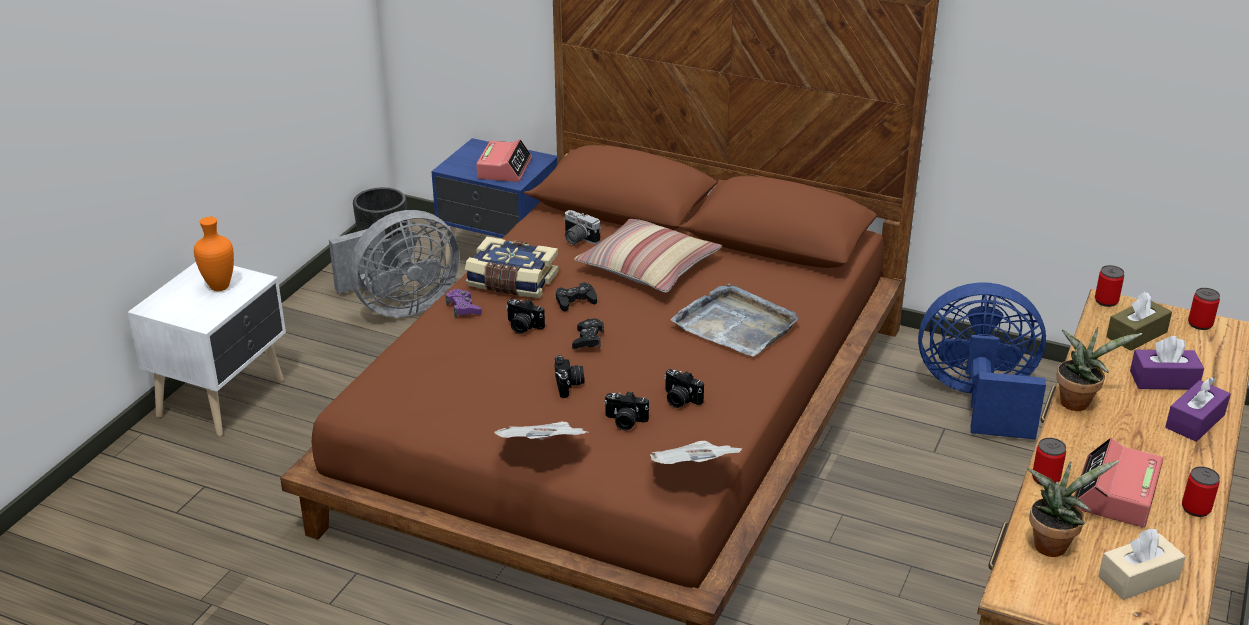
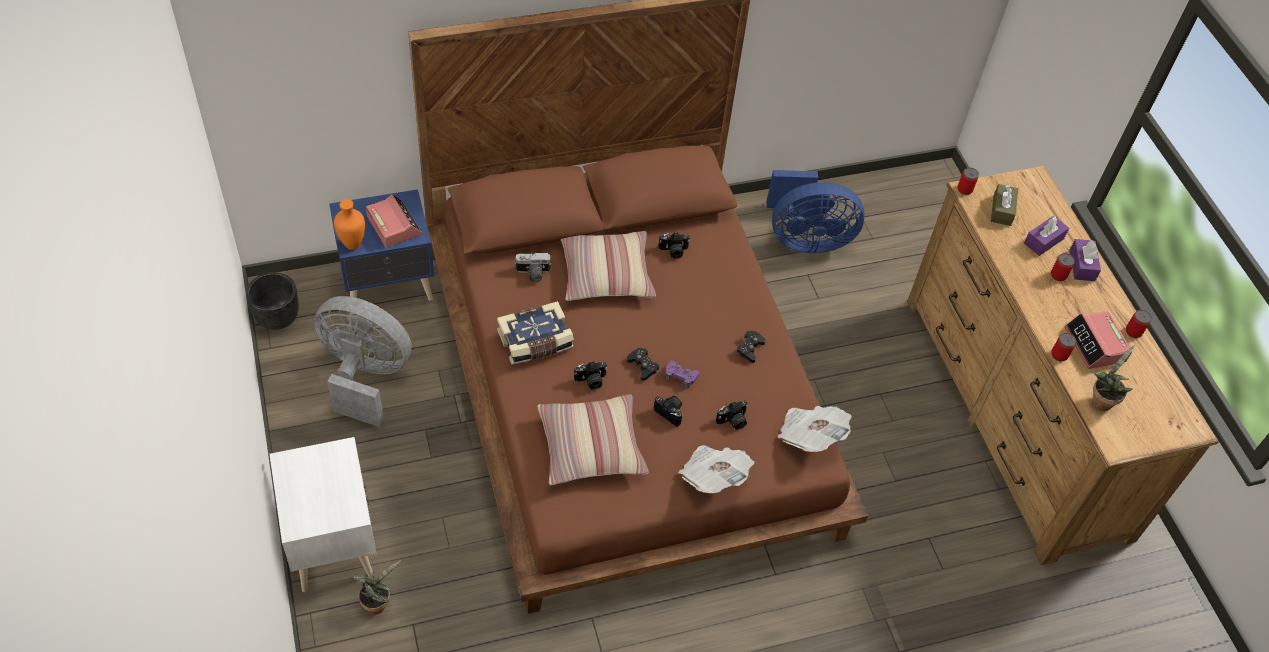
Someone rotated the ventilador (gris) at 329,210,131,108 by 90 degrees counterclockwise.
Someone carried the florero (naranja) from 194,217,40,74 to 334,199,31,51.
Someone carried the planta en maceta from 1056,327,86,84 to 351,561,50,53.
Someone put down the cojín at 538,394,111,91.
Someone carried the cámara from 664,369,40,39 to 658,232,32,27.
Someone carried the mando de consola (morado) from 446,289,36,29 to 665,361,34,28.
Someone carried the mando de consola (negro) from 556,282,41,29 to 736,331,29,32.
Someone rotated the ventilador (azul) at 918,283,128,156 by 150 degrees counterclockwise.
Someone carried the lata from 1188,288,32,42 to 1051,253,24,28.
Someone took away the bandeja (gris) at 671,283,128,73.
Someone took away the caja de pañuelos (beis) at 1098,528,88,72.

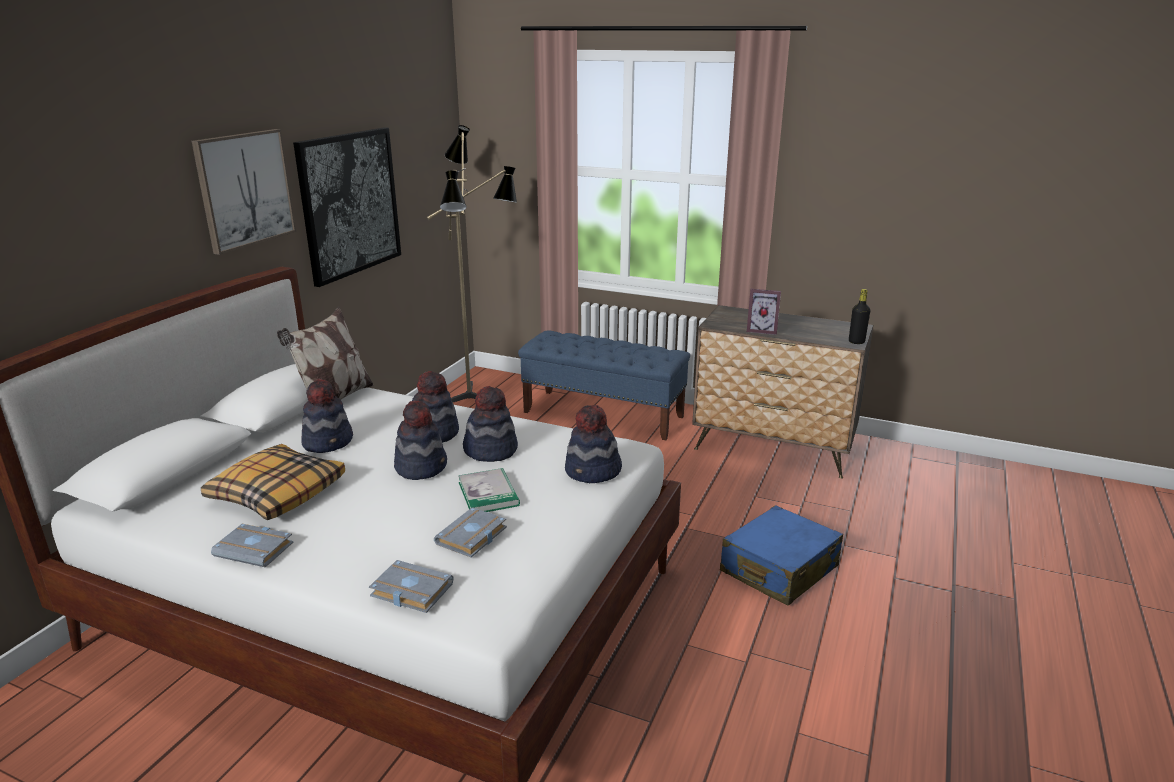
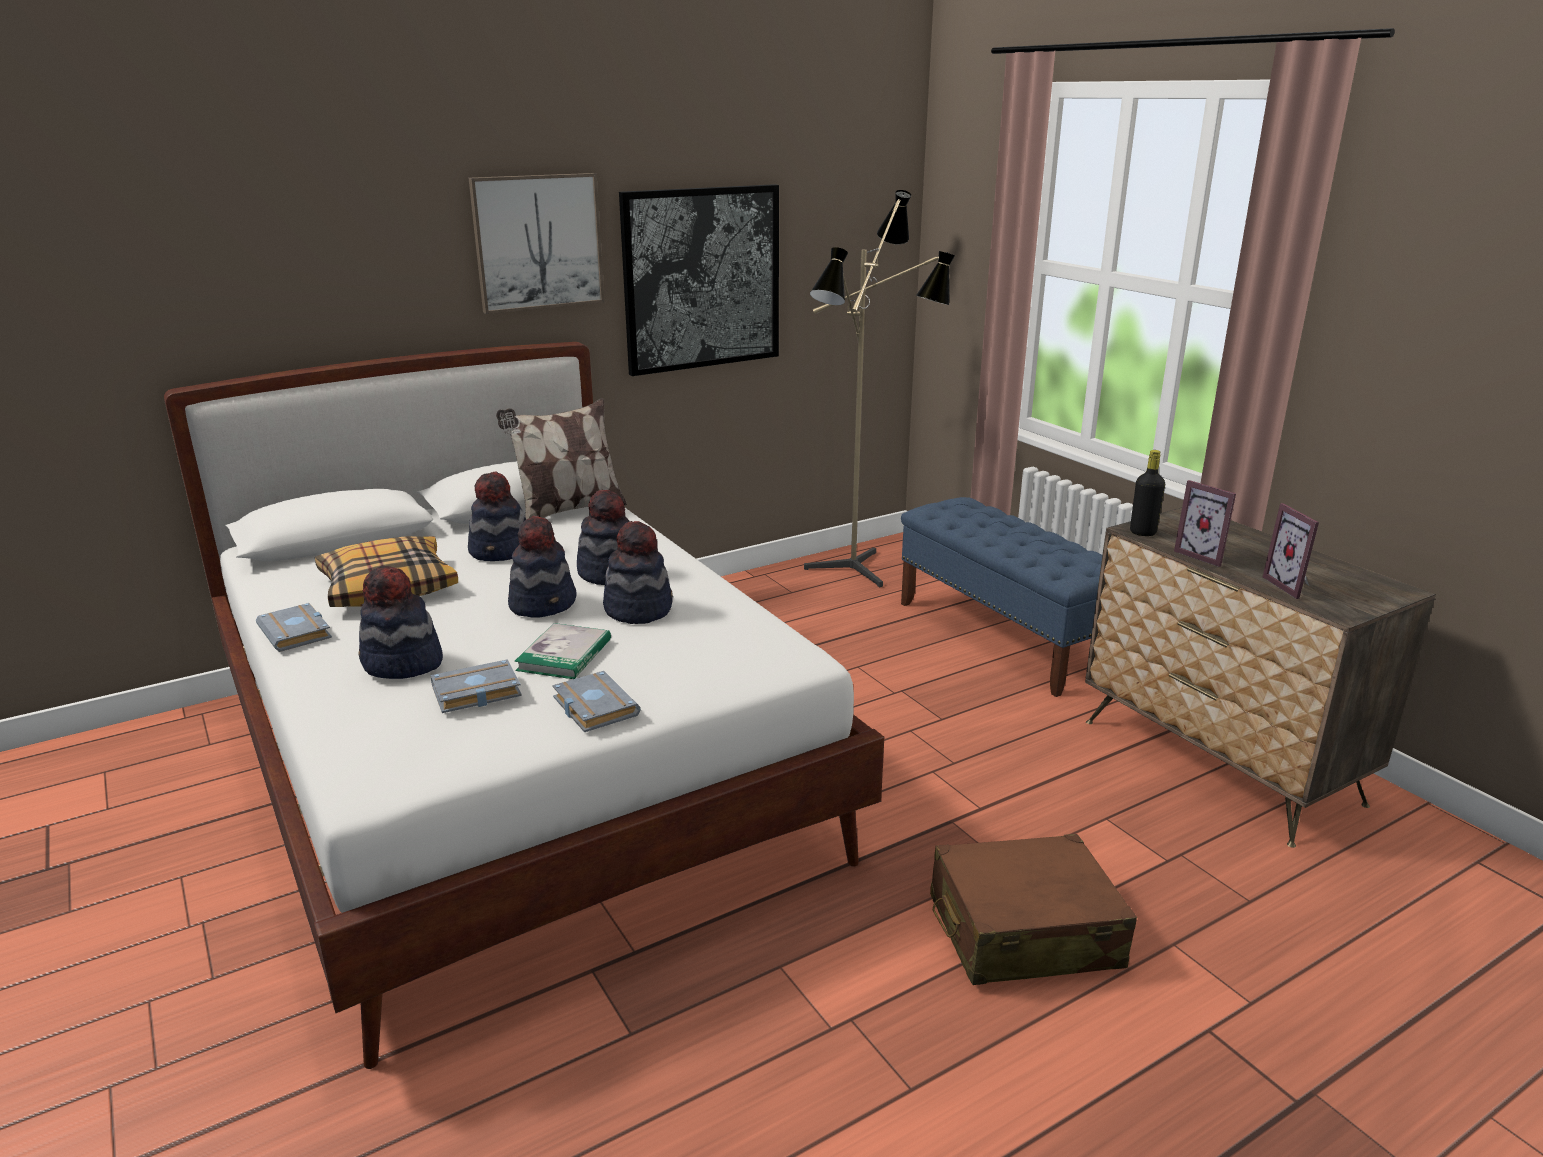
Someone carried the sombrero from 565,405,57,78 to 358,566,85,113.
Someone carried the libro (gris) from 369,560,85,53 to 552,671,89,61.
Someone repainted the maleta (azul) at 720,505,123,101, which became the maleta (marrón) at 930,834,207,151.
Someone carried the botella (negro) from 849,289,21,55 to 1130,450,35,86.
Someone put down the portarretratos at 1263,503,56,96.

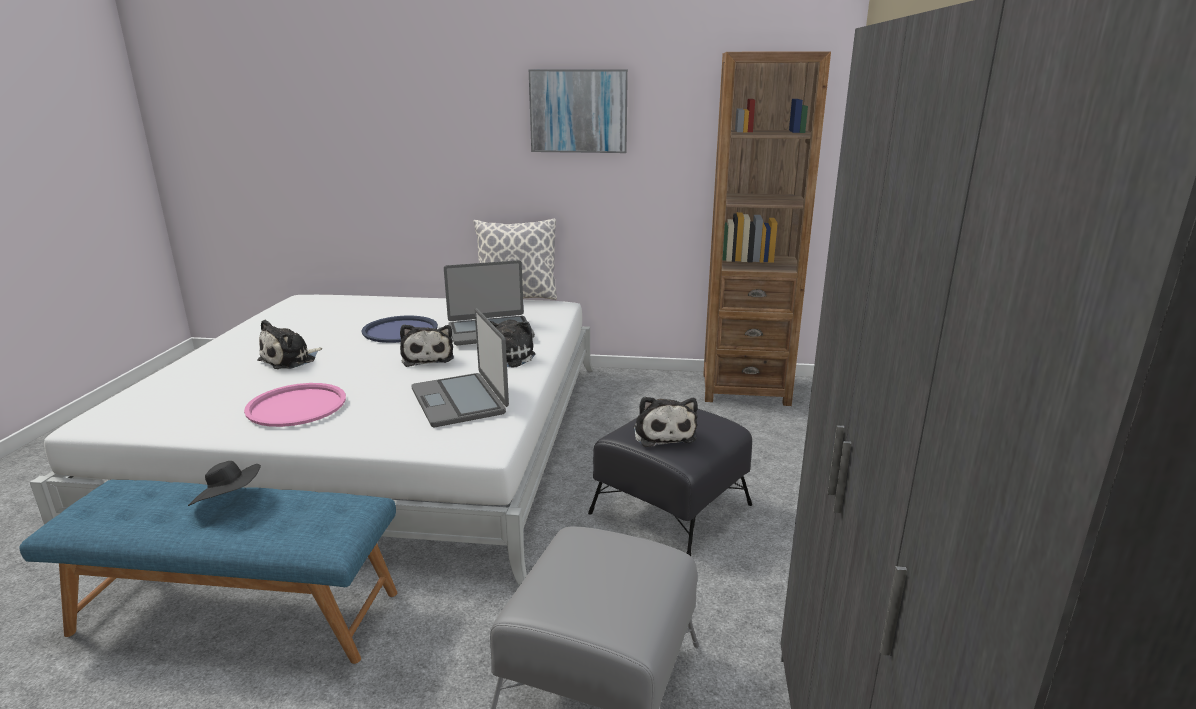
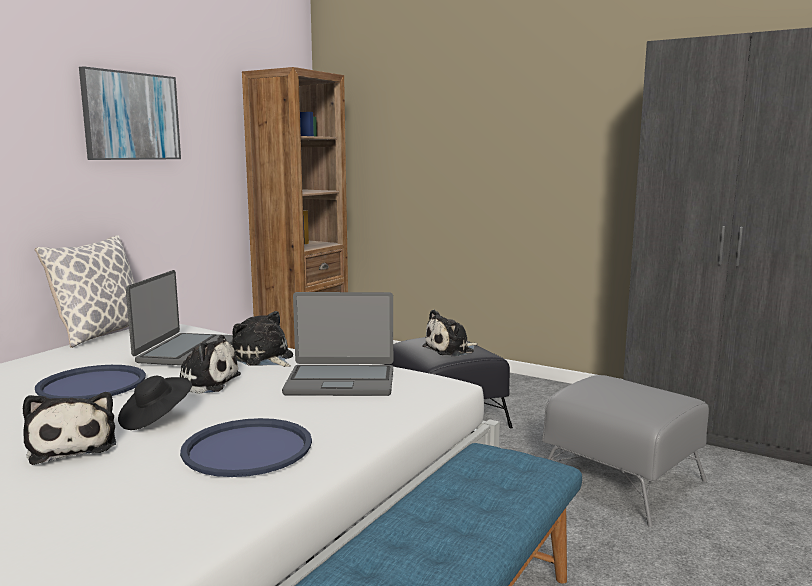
Someone carried the sombrero (negro) from 188,461,73,45 to 118,376,74,54.
Someone repainted the bandeja (rosa) at 244,383,102,44, which became the bandeja (azul) at 180,418,132,59.
Someone rotated the peluche at 633,397,65,50 by 135 degrees clockwise.

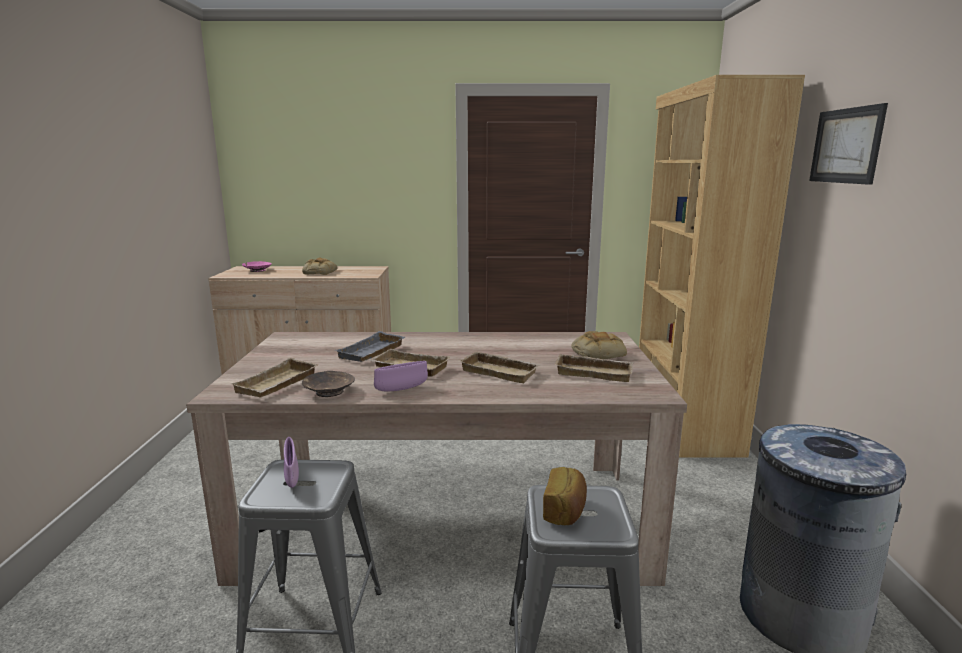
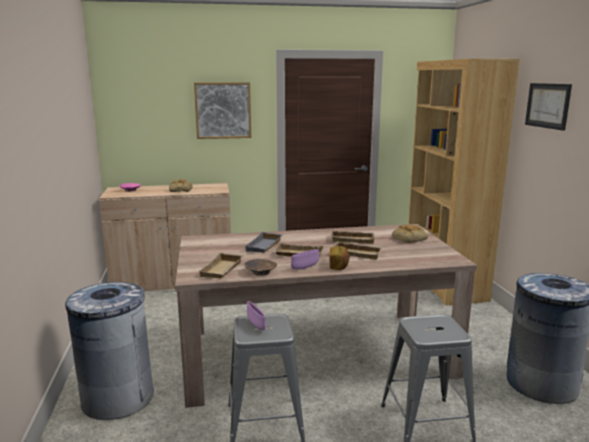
Someone put down the papelera (gris) at 65,282,89,138.
Someone put up the cuadro at 194,82,57,57.
Someone carried the pan from 543,467,44,58 to 330,246,19,24.
Someone carried the bandeja (beis) from 554,354,79,28 to 331,230,44,14.

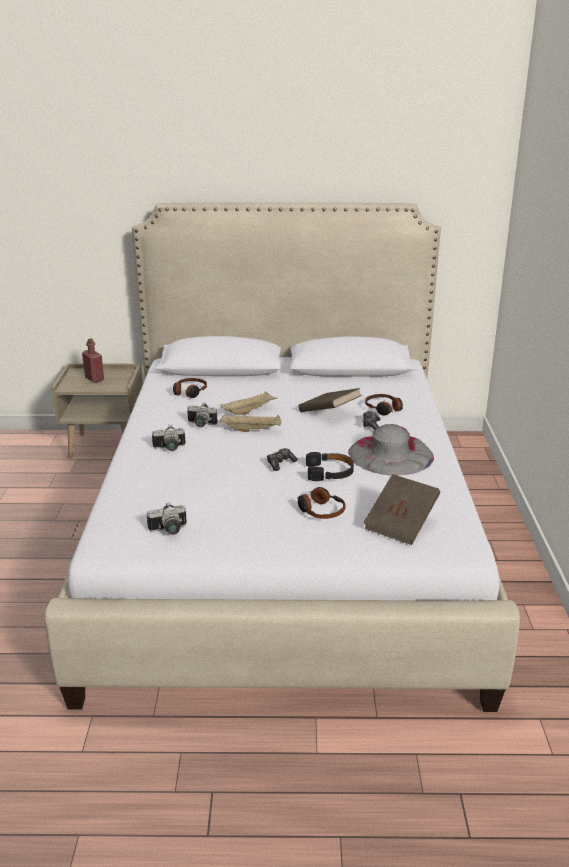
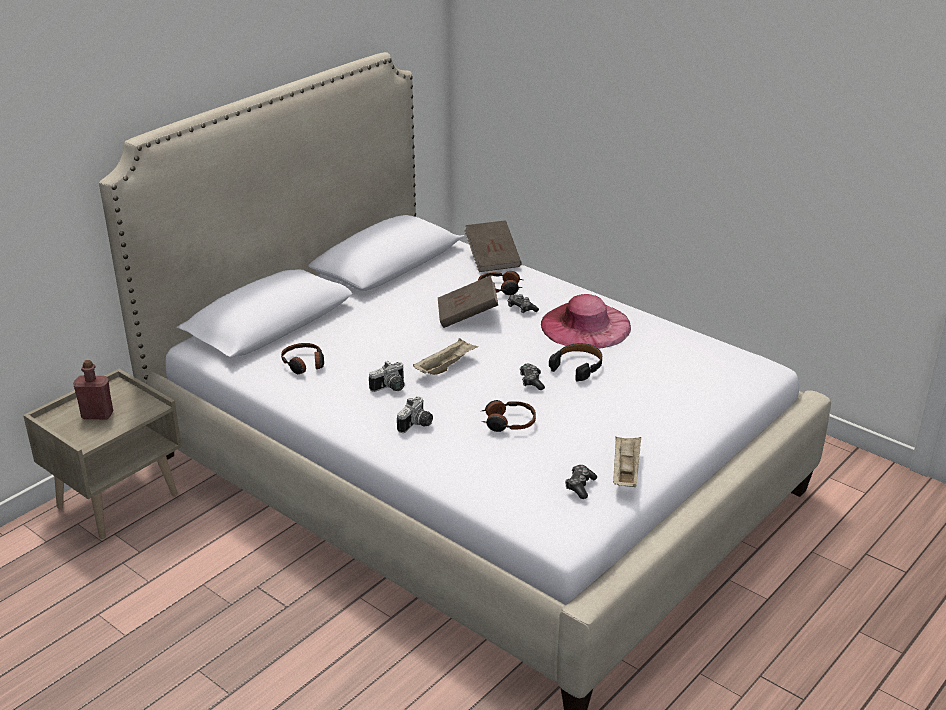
Someone carried the libro (marrón) from 363,474,77,71 to 465,220,57,52.
Someone carried the auriculares from 297,487,49,32 to 482,400,54,32.
Someone repainted the sombrero (gris) at 348,424,86,51, which became the sombrero (rosa) at 541,294,90,55.
Someone swapped the cámara at 147,502,40,33 for the mando de consola at 565,465,32,34.
Someone carried the bandeja (beis) from 220,391,58,24 to 613,437,28,50.

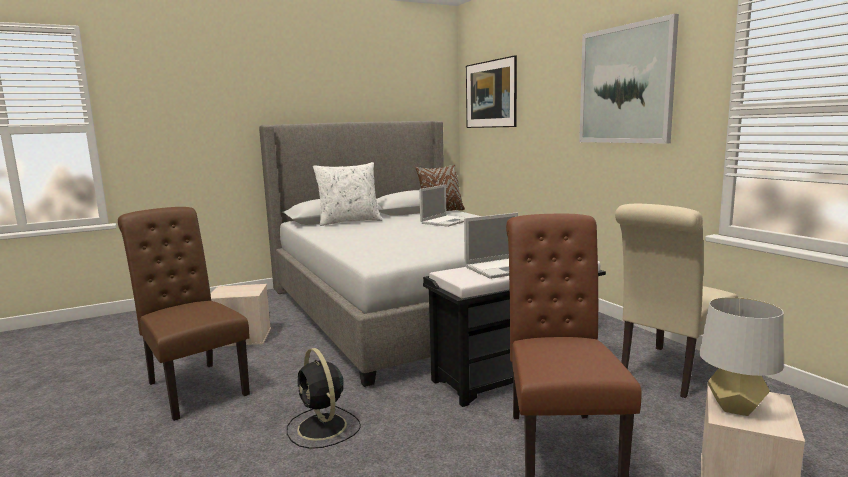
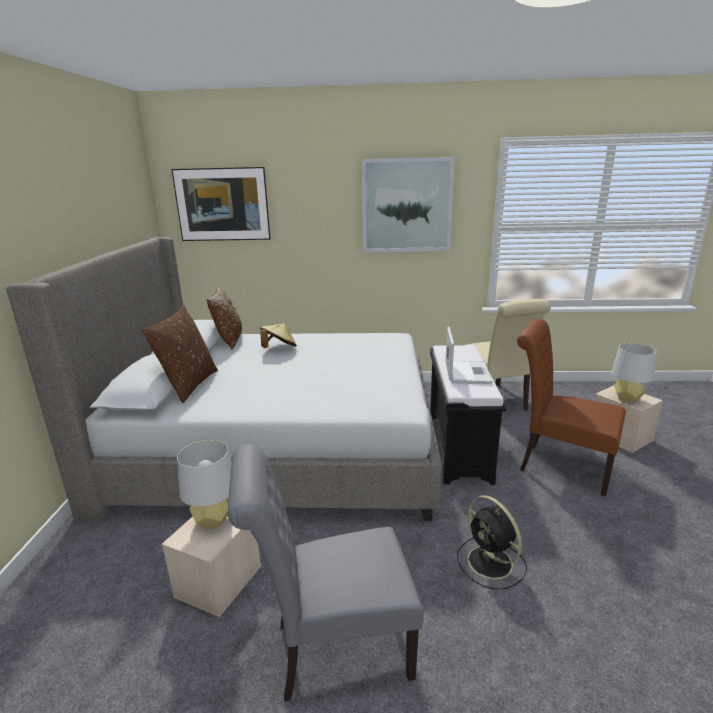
Someone repainted the cojín (blanco) at 313,162,69,64, which became the cojín (marrón) at 142,305,76,98.
Someone put down the lámpara de mesa (gris) at 177,440,55,88.
Someone repainted the silla (marrón) at 118,207,132,214, which became the silla (gris) at 228,444,196,258.
Someone swapped the portátil at 419,185,51,42 for the sombrero (beis) at 260,323,37,25.
Someone rotated the ventilador (negro) at 287,348,74,101 by 60 degrees clockwise.

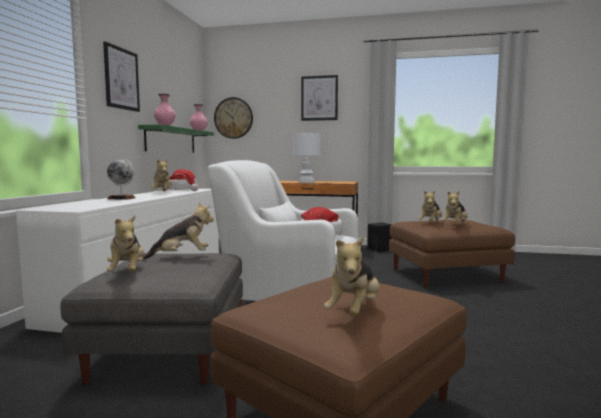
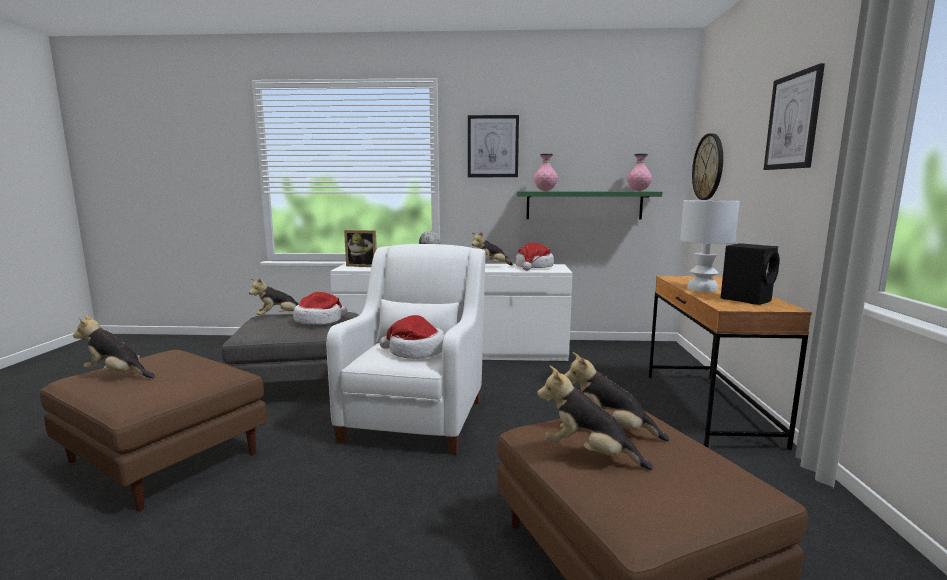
Someone swapped the peluche at 143,203,71,57 for the sombrero at 293,292,54,33.
Someone put down the portarretratos at 344,230,33,37.
Someone carried the altavoz (negro) from 367,222,25,31 to 721,243,59,62.

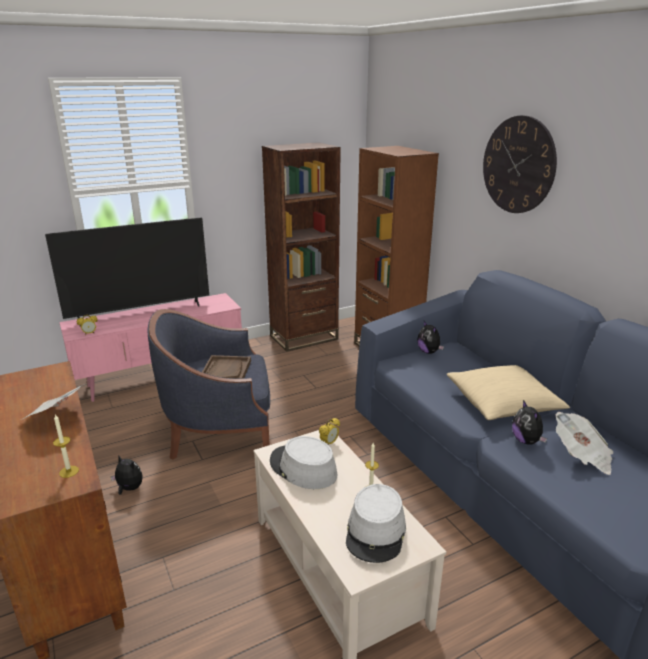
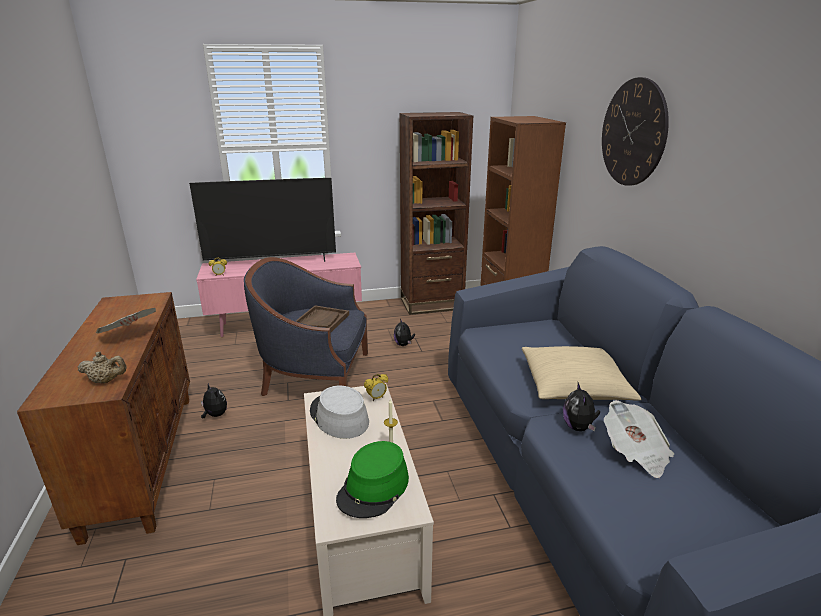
Someone swapped the vela at 53,415,26,63 for the tetera (beis) at 78,352,48,31.
Someone repainted the sombrero (gris) at 346,484,60,79, which became the sombrero (verde) at 336,441,73,77.
Someone carried the peluche from 417,321,27,33 to 394,319,21,27.

